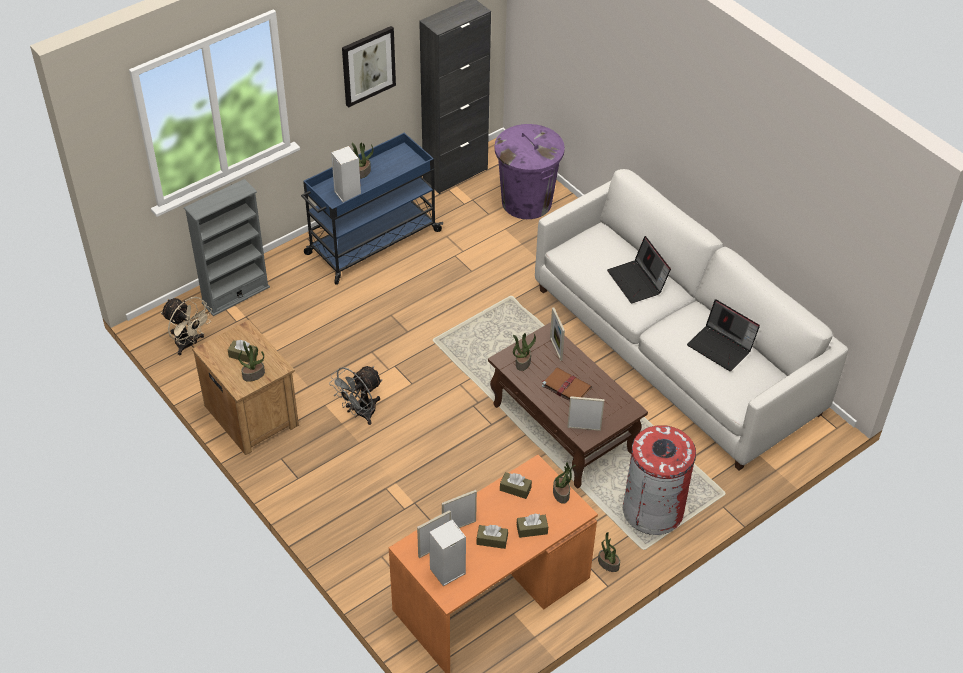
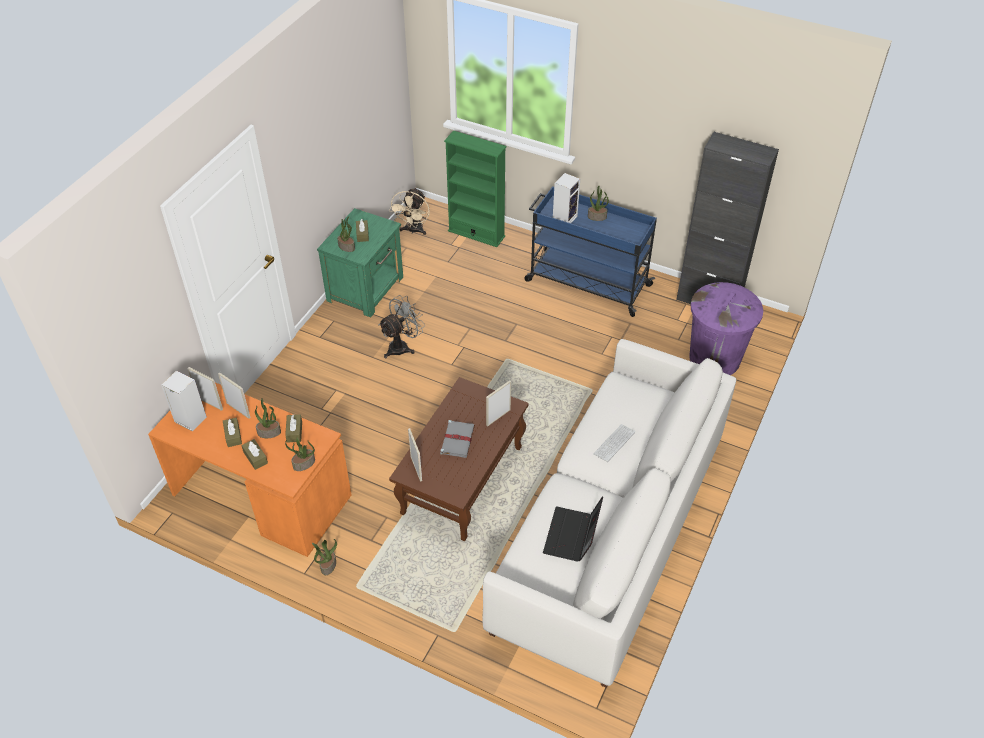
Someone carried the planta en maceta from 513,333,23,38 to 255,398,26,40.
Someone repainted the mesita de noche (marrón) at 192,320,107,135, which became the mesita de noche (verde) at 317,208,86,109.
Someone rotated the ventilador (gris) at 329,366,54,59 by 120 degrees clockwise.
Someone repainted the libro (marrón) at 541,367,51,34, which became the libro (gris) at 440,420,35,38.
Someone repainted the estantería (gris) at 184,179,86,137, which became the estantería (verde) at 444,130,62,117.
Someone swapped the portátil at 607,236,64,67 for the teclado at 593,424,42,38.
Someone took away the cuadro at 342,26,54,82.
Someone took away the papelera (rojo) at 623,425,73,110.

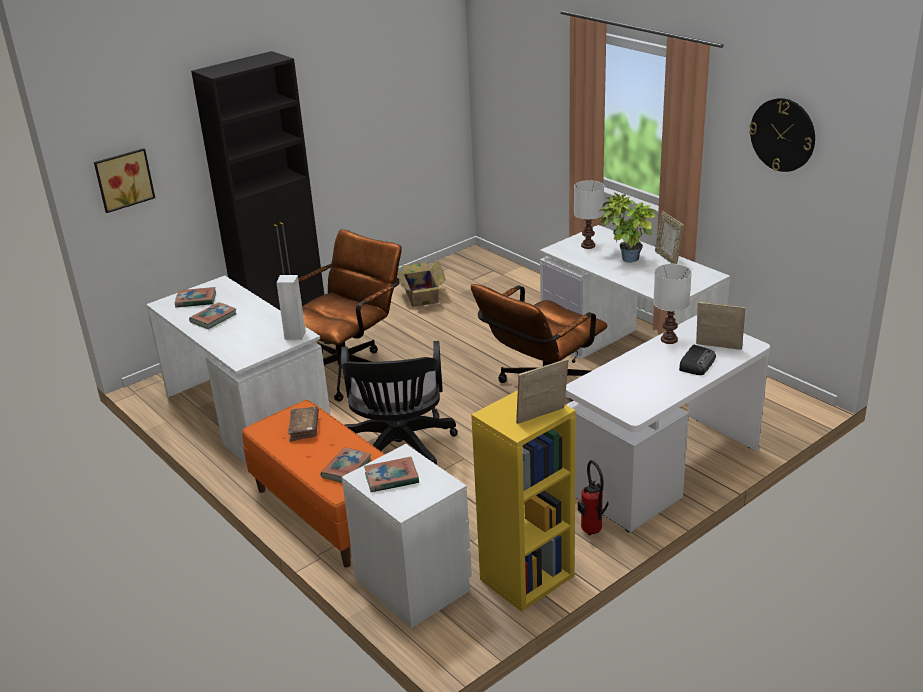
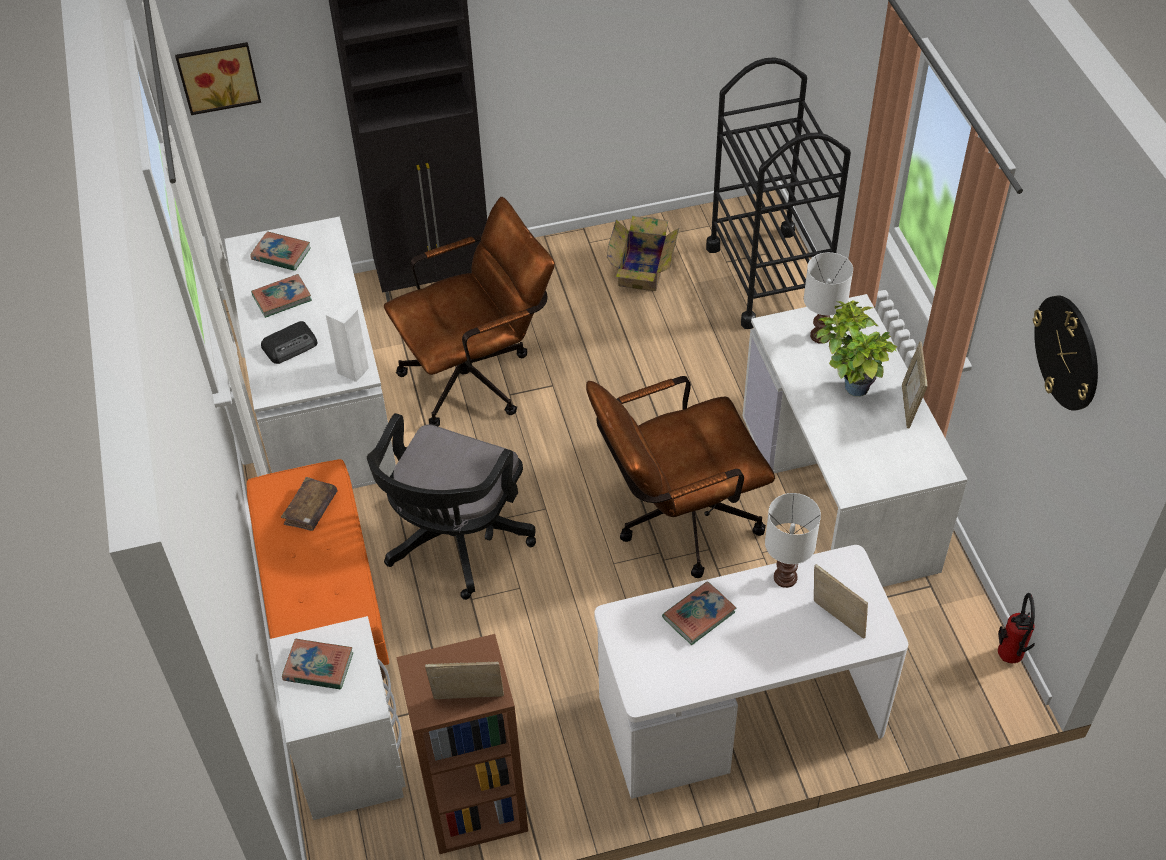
Someone carried the radio from 679,345,37,30 to 261,321,56,43.
Someone repainted the estantería (amarillo) at 471,390,105,222, which became the estantería (marrón) at 396,634,132,220.
Someone carried the libro from 320,447,51,36 to 662,581,74,64.
Someone put down the carrito (negro) at 706,57,145,272.
Someone carried the extintor from 578,460,31,75 to 998,593,37,70.

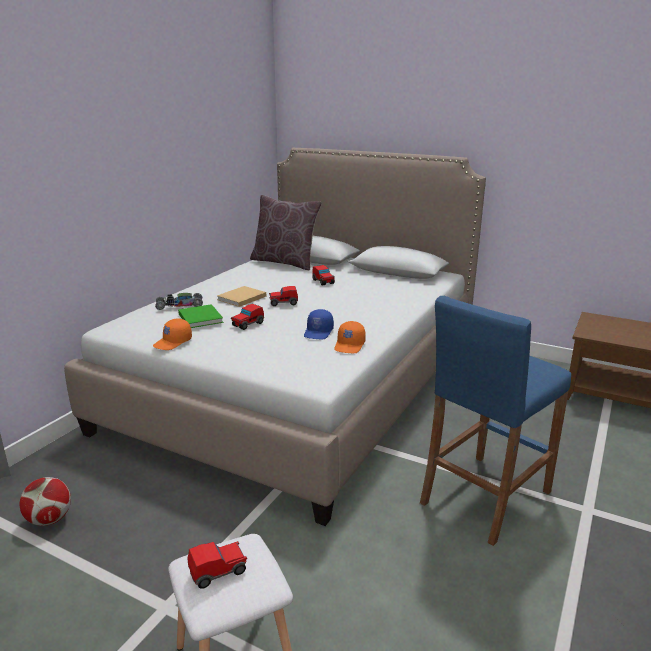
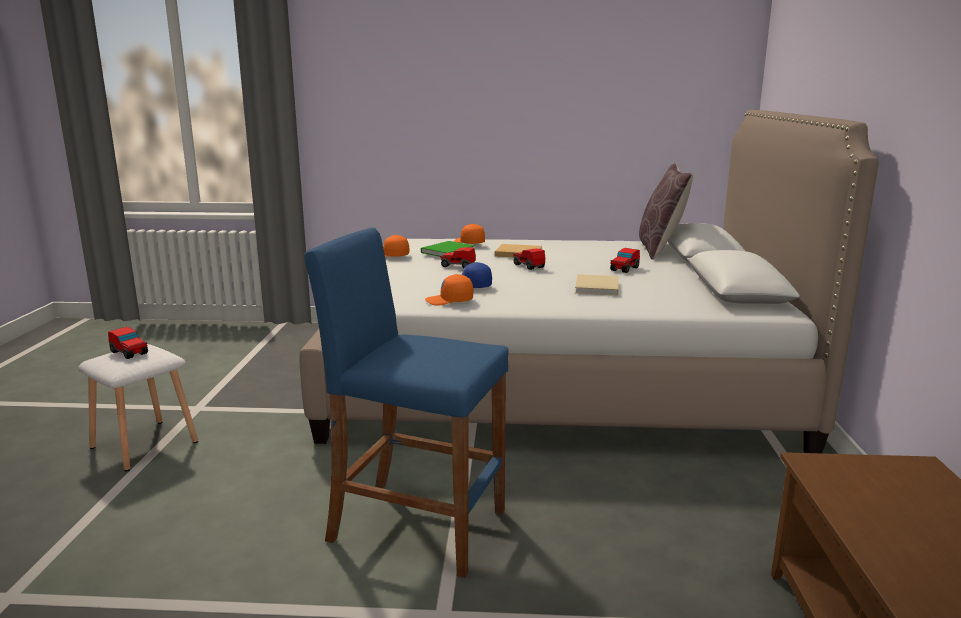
Someone swapped the coche de juguete at 155,293,48,17 for the gorra (naranja) at 454,224,31,20.
Someone put down the libro (beis) at 575,274,43,22.
Someone took away the balón de fútbol at 19,477,52,49.

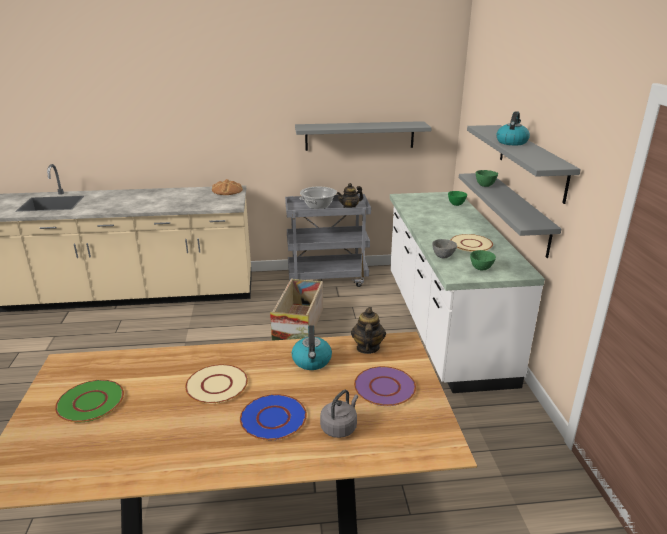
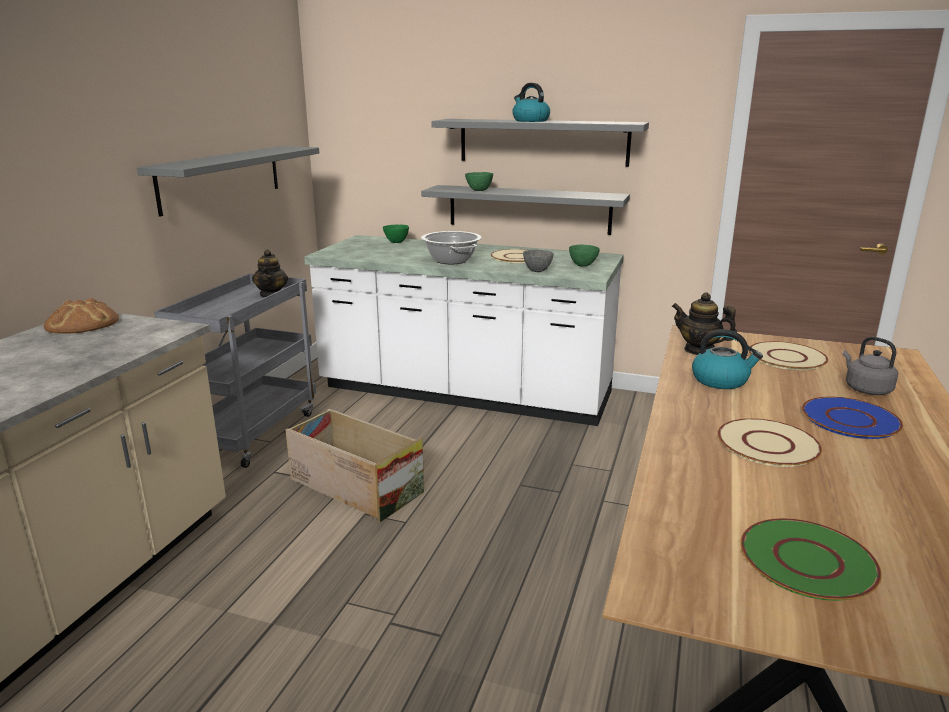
Someone carried the olla from 299,187,38,22 to 421,231,60,33.
Someone repainted the plato (morado) at 354,366,62,40, which became the plato (beis) at 748,341,80,29.

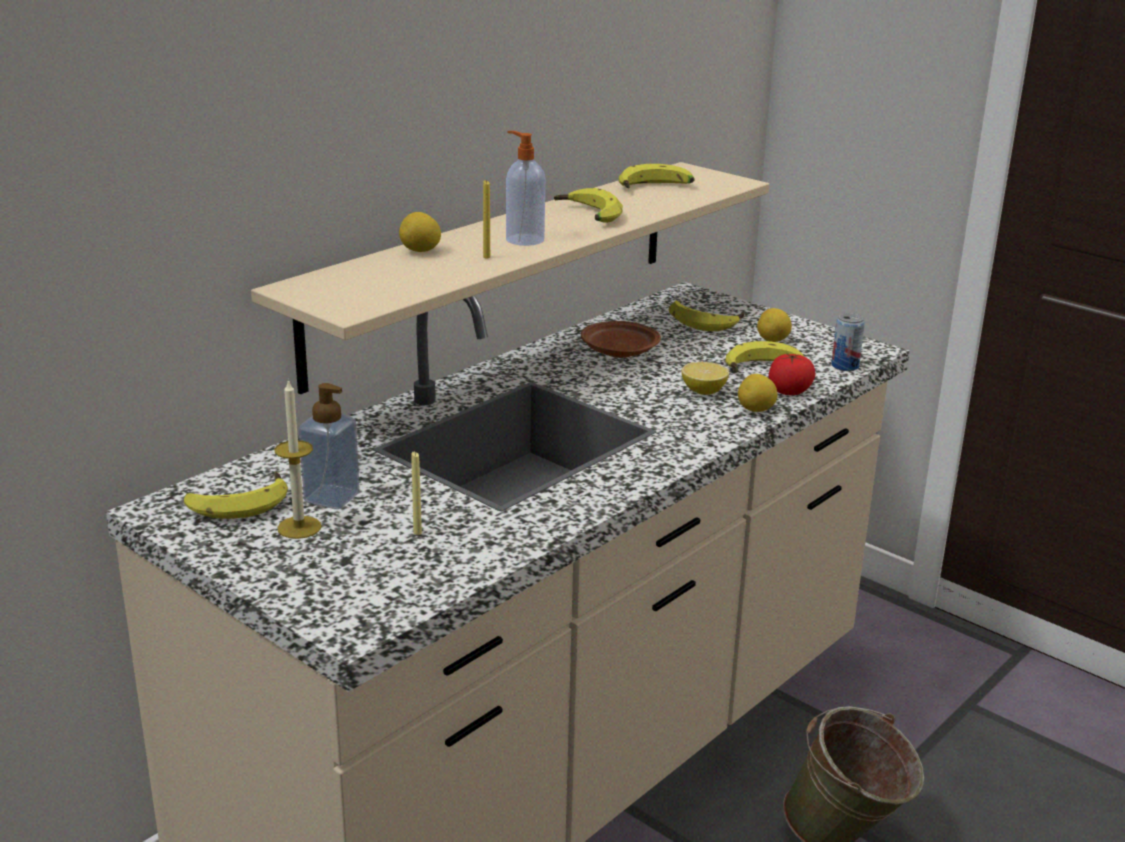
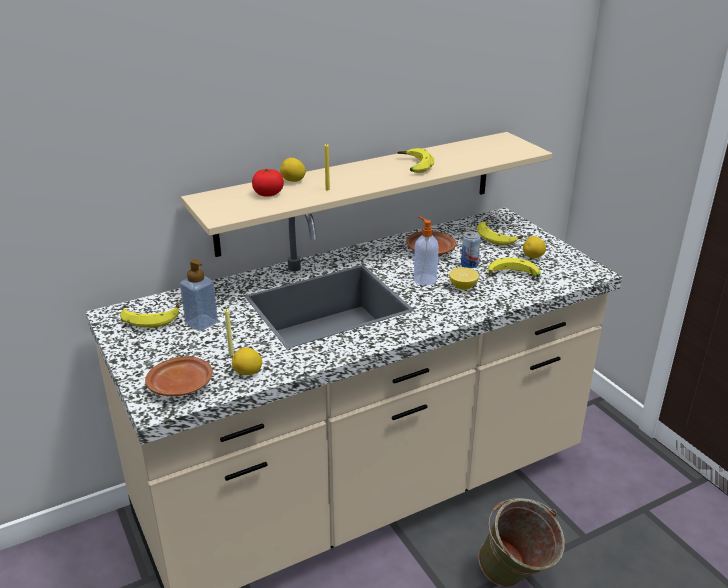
Someone put down the plato (marrón) at 145,356,68,40.
Someone carried the limón from 738,374,40,38 to 232,347,31,28.
Someone carried the tomate from 769,353,47,42 to 252,168,32,29.
Someone carried the dispensador de jabón from 506,131,39,115 to 414,217,25,68.
Someone carried the lata from 831,313,34,58 to 461,231,20,37.
Someone took away the vela at 274,379,47,160.
Someone took away the plátano at 618,164,77,24.

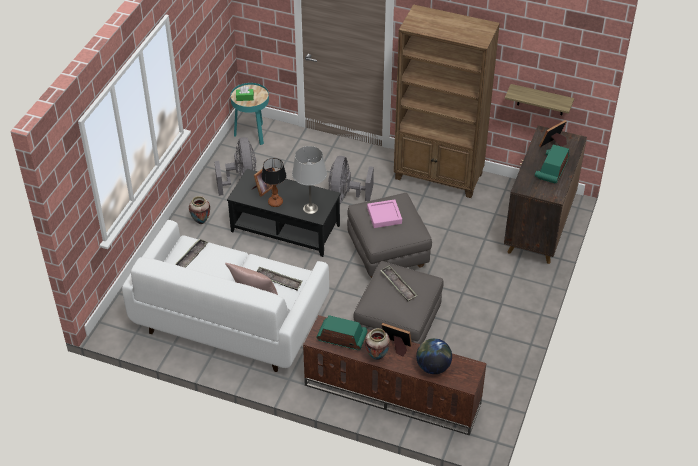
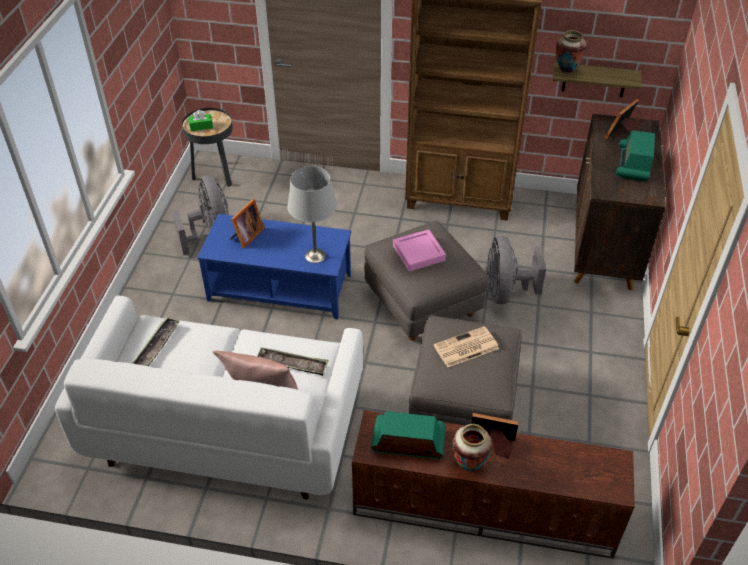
Someone repainted the mesa auxiliar (turquesa) at 230,83,39,62, which became the mesa auxiliar (negro) at 182,108,51,79.
Someone repainted the mesa de centro (negro) at 227,169,114,88, which became the mesa de centro (azul) at 197,214,154,105.
Someone swapped the bandeja at 380,265,37,36 for the periódico at 434,326,65,41.
Someone carried the ventilador (gris) from 328,156,46,48 to 486,236,60,68.
Someone carried the florero from 189,196,21,28 to 556,30,30,44.
Someone took away the lámpara de mesa at 261,158,26,49.
Someone took away the globo terráqueo at 416,338,36,36.

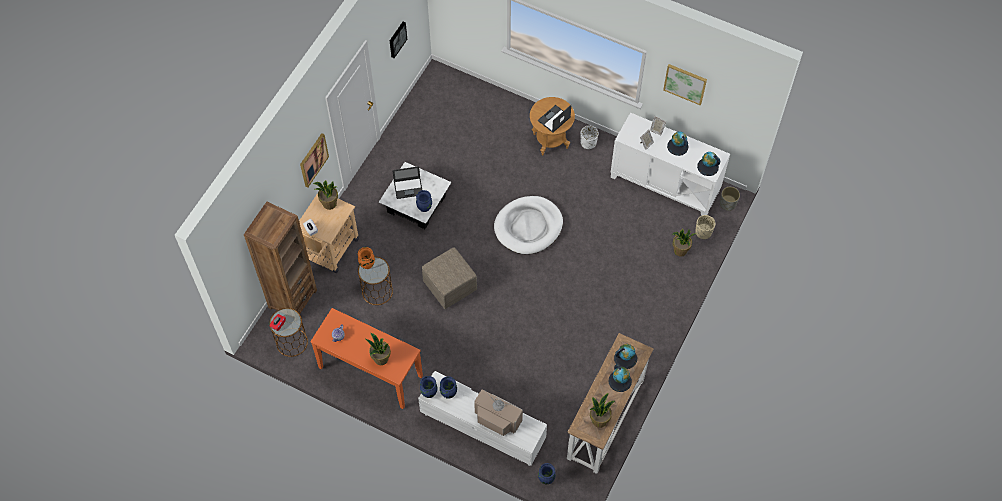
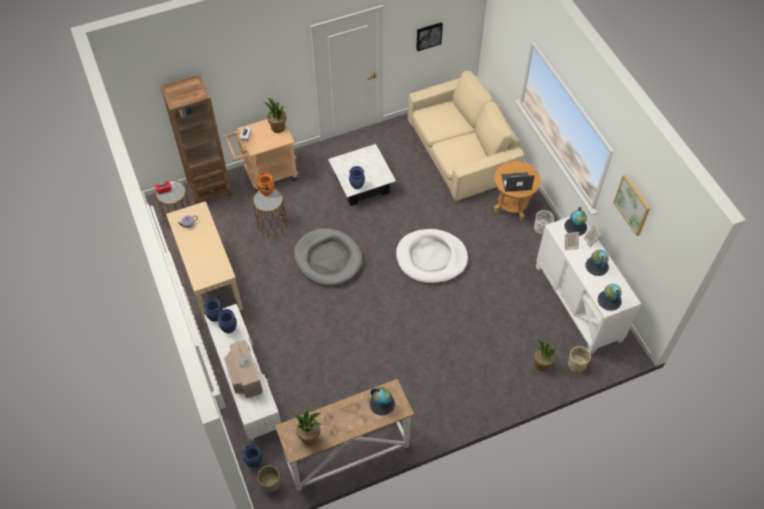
Someone repainted the mesa consola (naranja) at 310,308,113,101, which became the mesa consola (beis) at 166,201,77,122.
Someone carried the maceta (gris) from 720,187,20,24 to 257,465,23,28.
Someone swapped the puf (beis) at 422,247,55,62 for the cama para perro (gris) at 294,228,69,58.
Someone put down the sofá (beis) at 408,71,116,130.
Someone carried the globo terráqueo from 609,364,23,28 to 565,207,22,29.
Someone took away the cuadro at 300,133,29,54.
Someone took away the planta en maceta at 366,333,25,32.
Someone took away the portátil at 392,166,30,33.

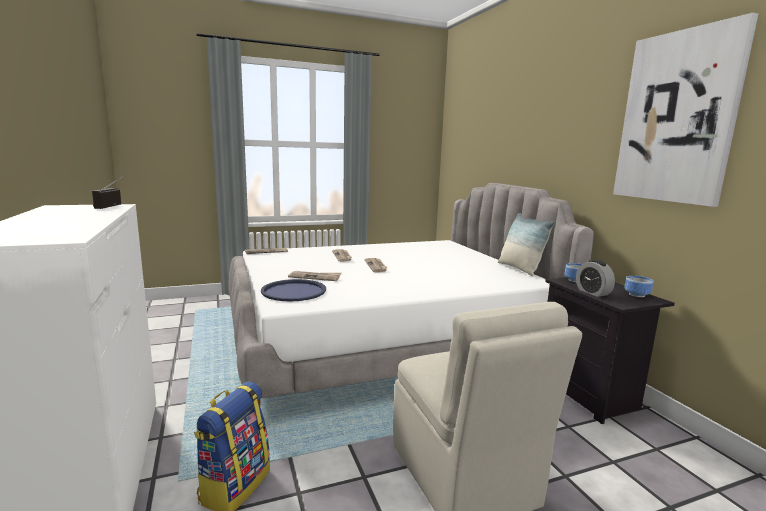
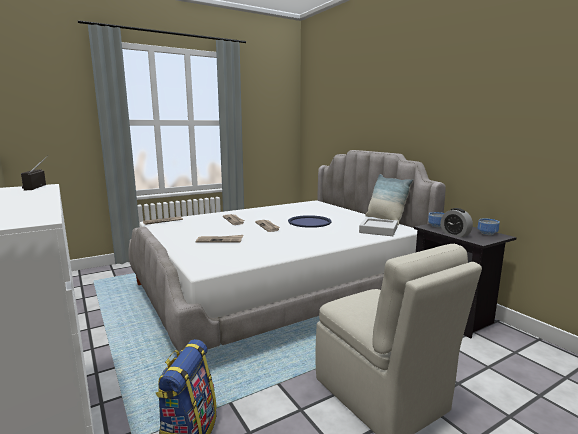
Someone carried the bandeja (azul) from 261,279,65,22 to 288,215,44,13.
Someone put down the bandeja (gris) at 359,218,39,18.
Someone took away the cuadro at 613,13,145,194.

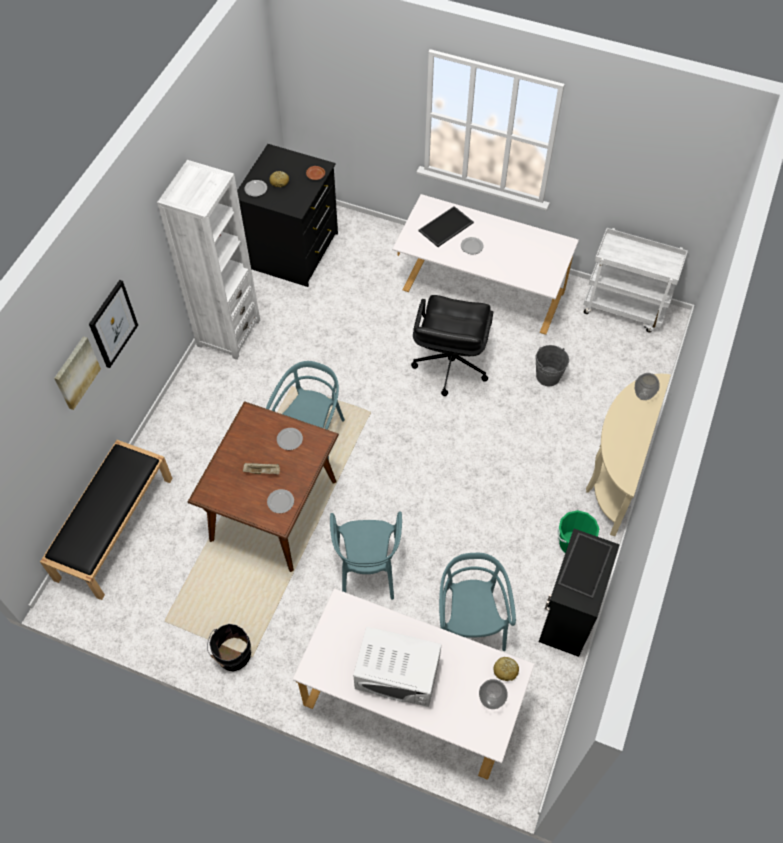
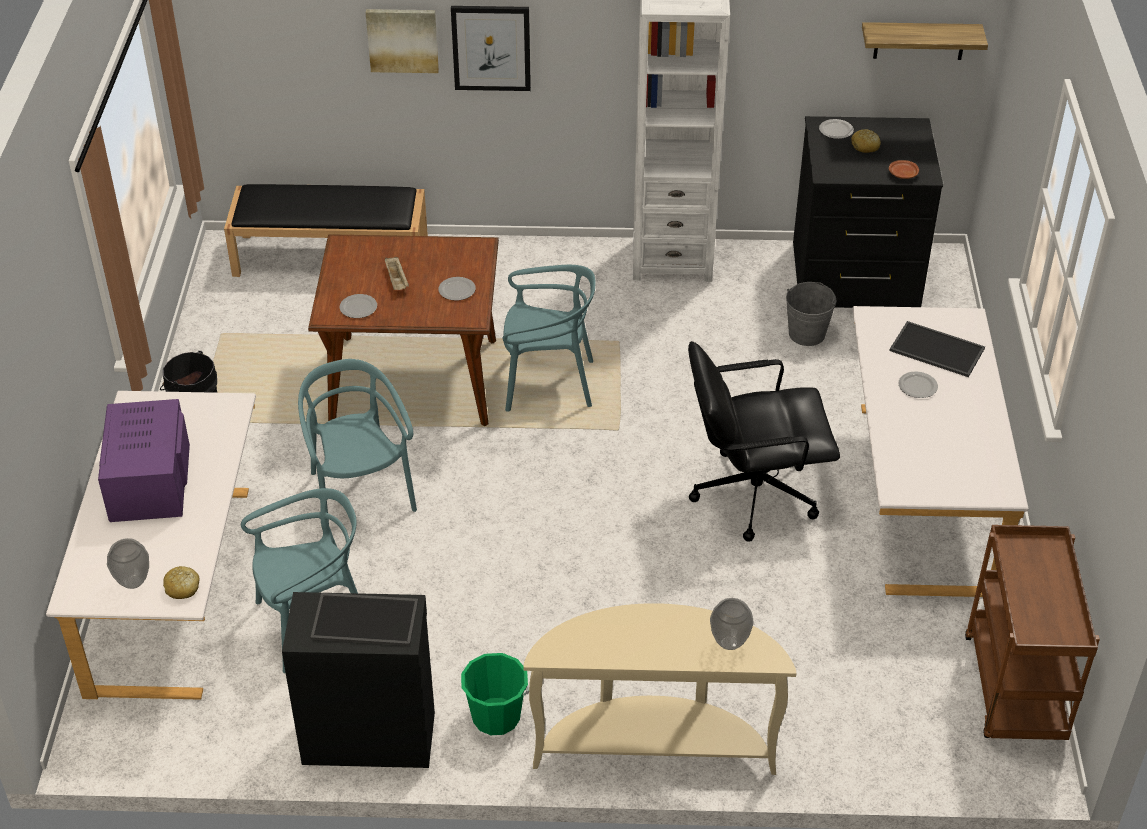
Someone repainted the microondas (blanco) at 353,627,89,80, which became the microondas (morado) at 98,399,92,123.
Someone rotated the silla (turquesa) at 330,511,72,89 by 90 degrees clockwise.
Someone carried the cubo (gris) from 535,345,34,41 to 786,282,51,64.
Someone put up the estante at 862,22,126,38.
Someone repainted the carrito (blanco) at 583,228,105,104, which became the carrito (marrón) at 965,525,135,215.

